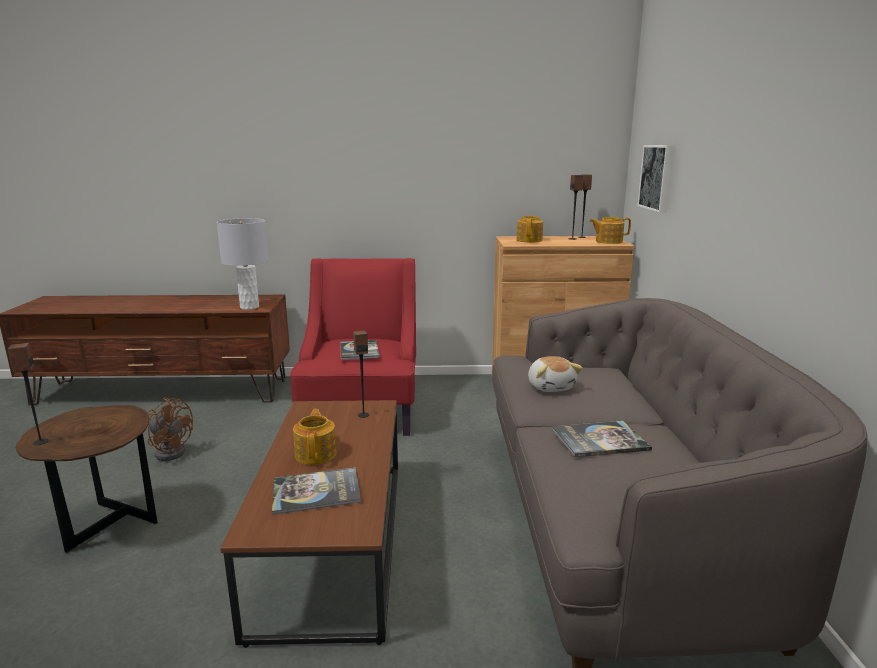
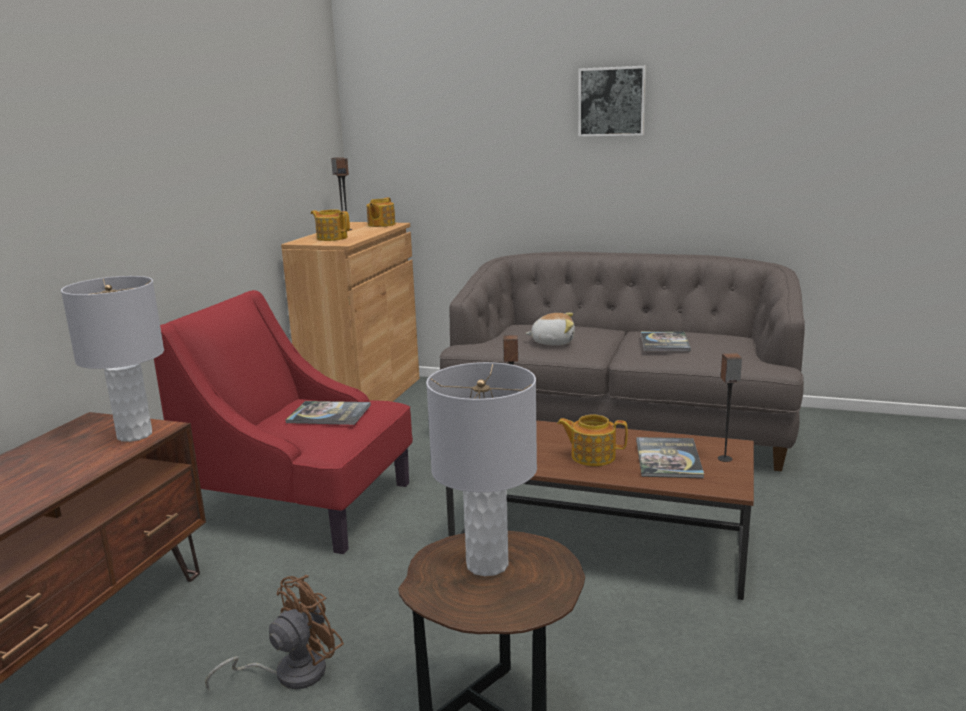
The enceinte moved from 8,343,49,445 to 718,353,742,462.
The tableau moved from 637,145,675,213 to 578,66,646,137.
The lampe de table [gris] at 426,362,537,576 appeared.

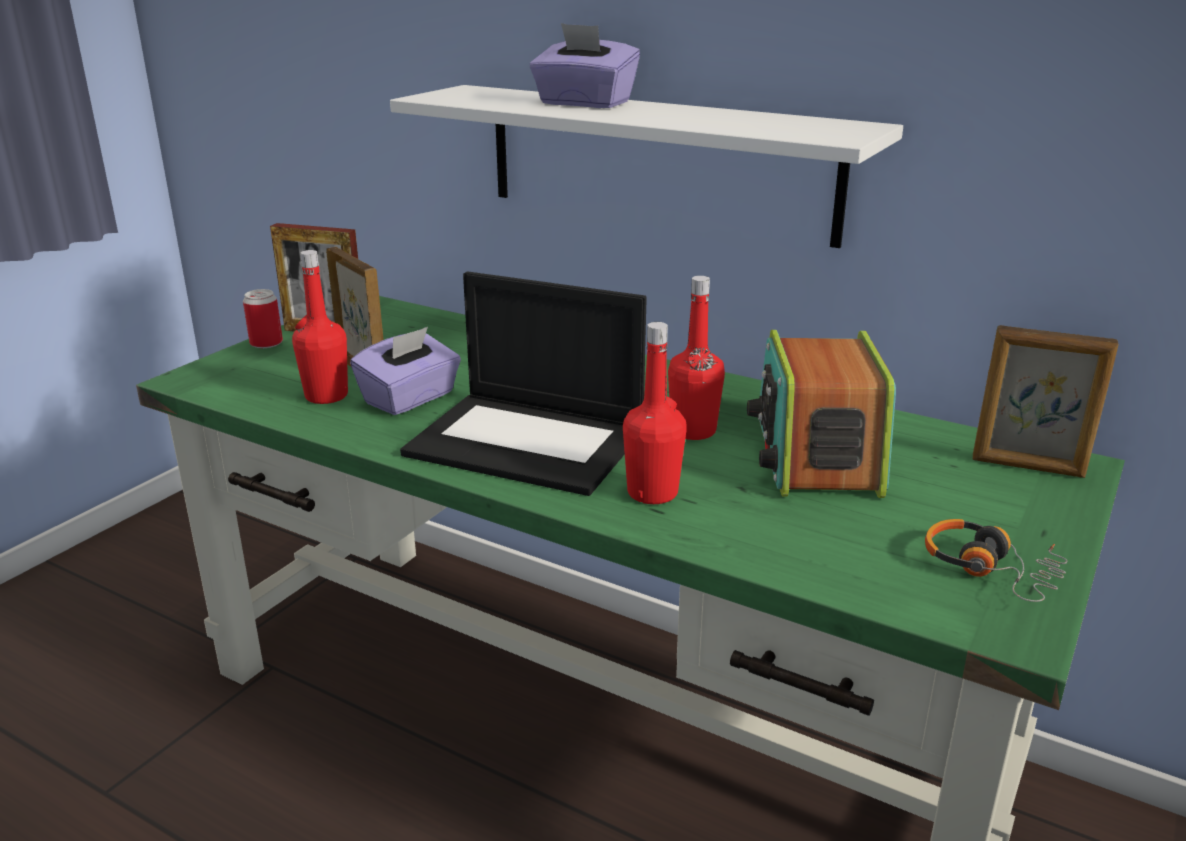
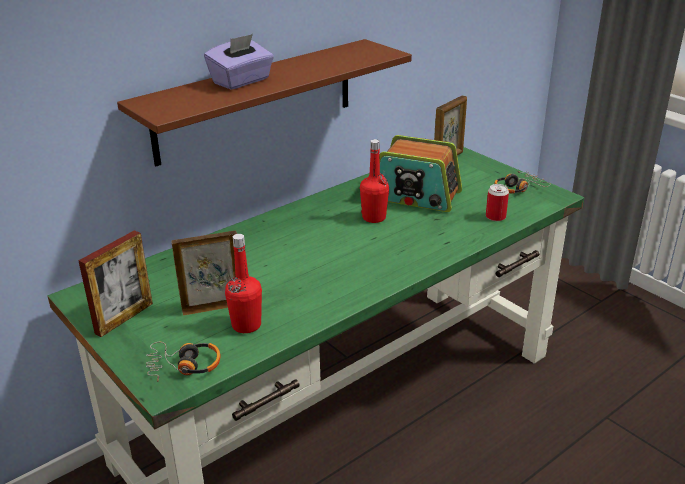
The boîte métallique moved from 243,289,283,348 to 486,184,509,221.
The boîte à mouchoirs [violet] at 350,327,461,415 disappeared.
The étagère [blanc] at 390,85,903,248 became the étagère [marron] at 117,39,412,166.
The ordinateur portable at 400,271,647,496 disappeared.
The bouteille [rouge] at 623,322,687,504 disappeared.
The casque audio at 146,342,220,382 appeared.

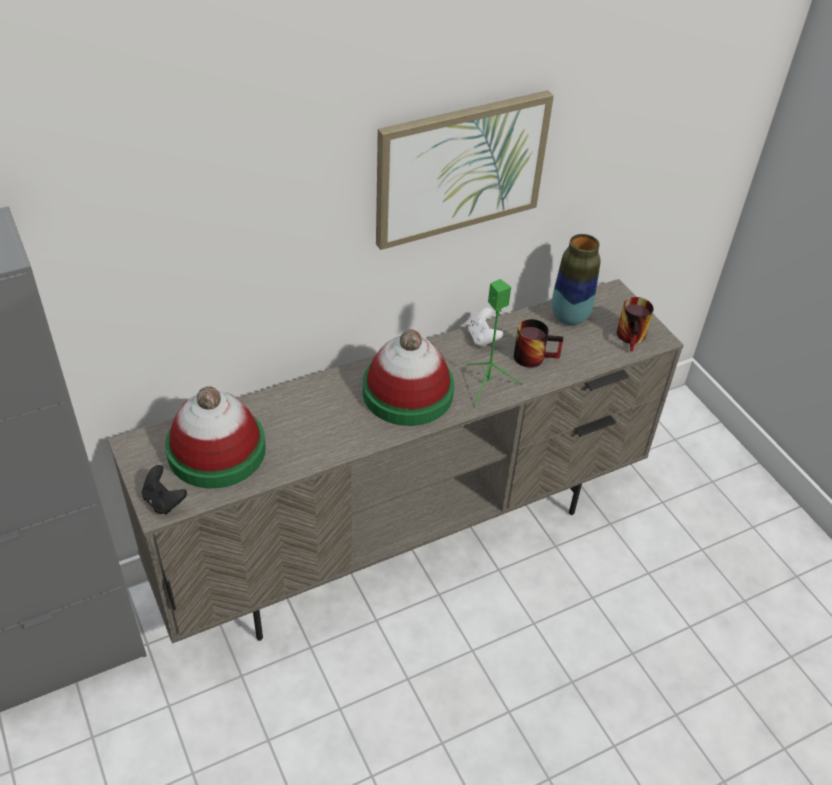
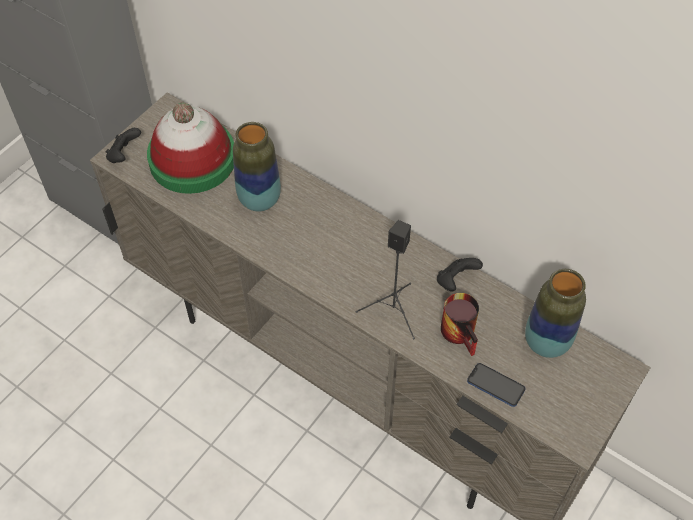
The chapeau at 363,330,454,426 disappeared.
The tableau at 376,90,554,250 disappeared.
The enceinte [vert] at 467,279,523,408 became the enceinte [noir] at 356,220,415,340.
The manette [blanc] at 468,308,504,348 became the manette [noir] at 437,258,483,291.
The mug at 617,297,654,352 disappeared.
The vase at 233,122,281,212 appeared.
The téléphone at 467,363,525,407 appeared.

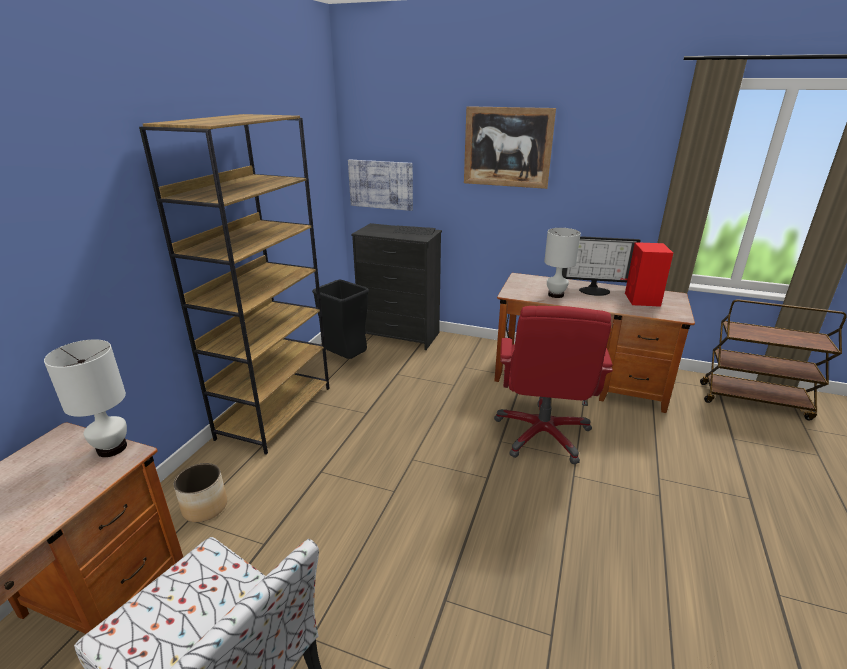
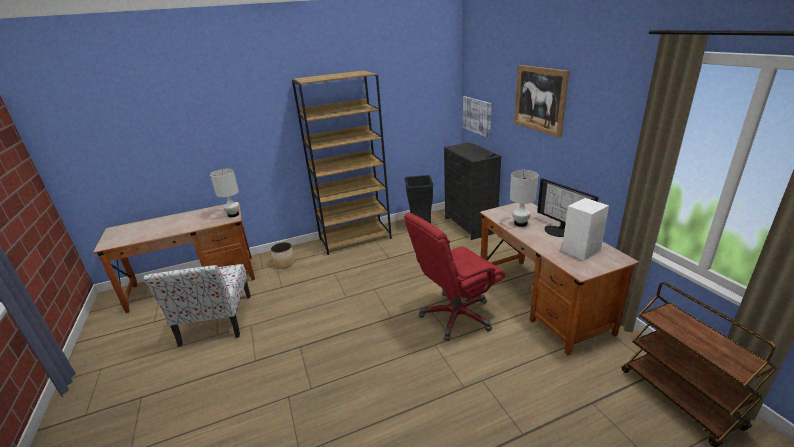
The enceinte [rouge] at 625,242,673,307 became the enceinte [blanc] at 562,198,609,260.

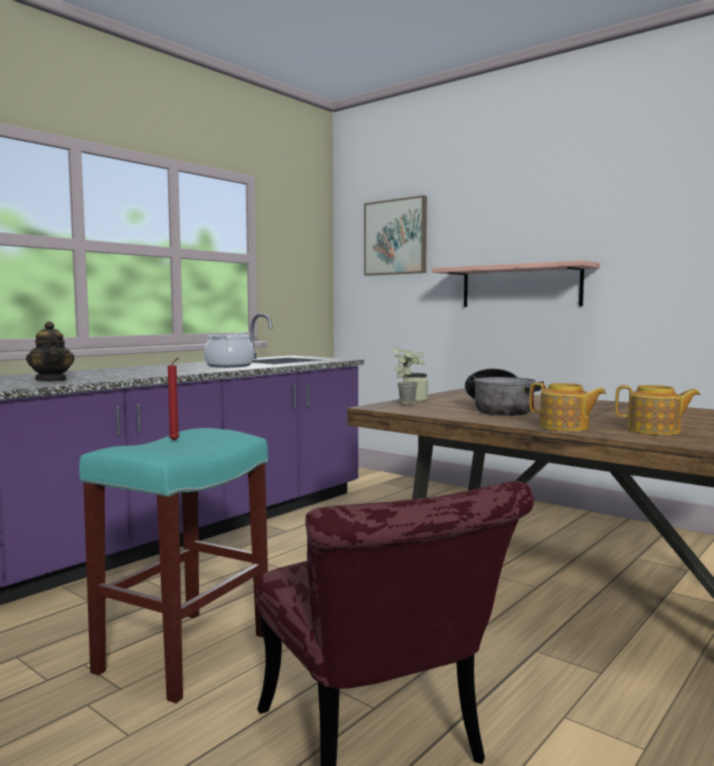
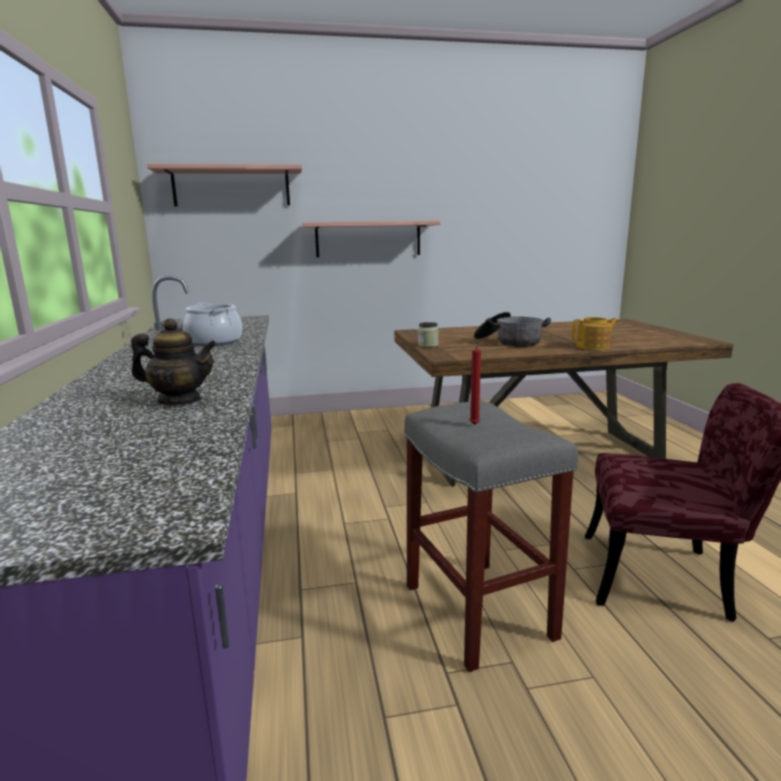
The tabouret [turquoise] at 79,428,268,703 became the tabouret [gris] at 404,402,578,672.
The tableau at 364,195,427,276 was replaced by the étagère at 147,164,302,206.
The plante en pot at 392,347,425,405 disappeared.
The théière at 615,385,701,435 disappeared.

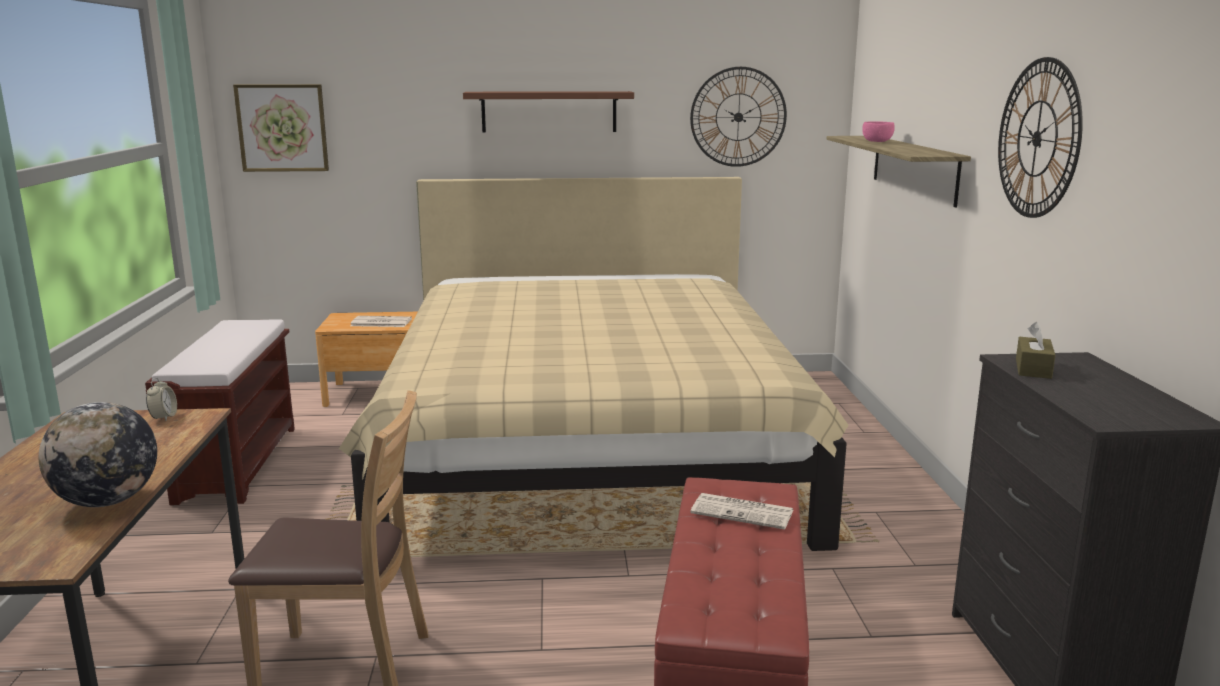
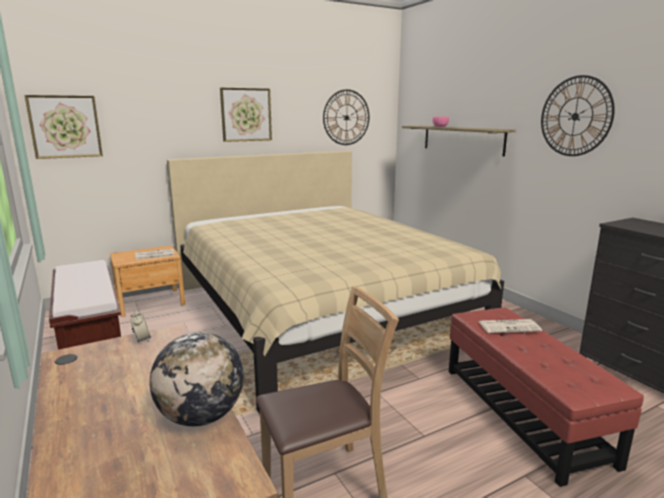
The étagère at 463,91,634,133 was replaced by the tableau at 220,88,272,142.
The boîte à mouchoirs [marron] at 1016,322,1056,379 disappeared.

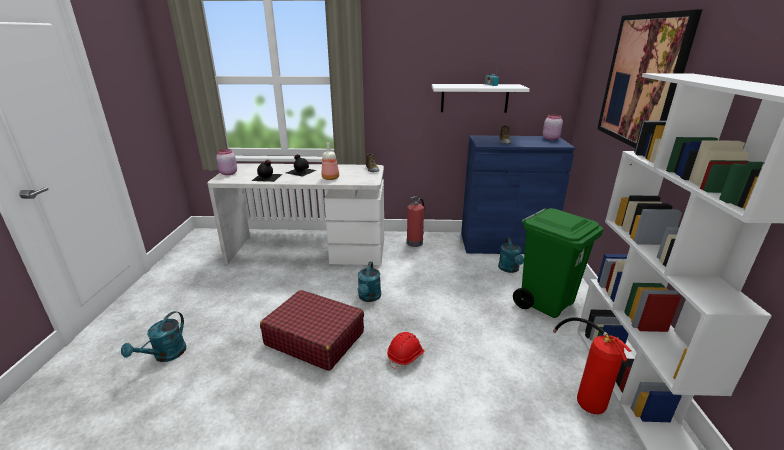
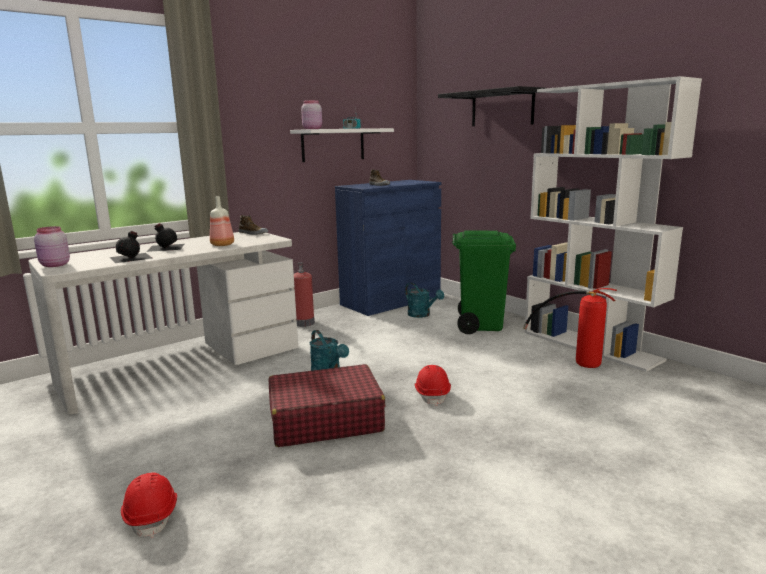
The arrosoir [turquoise] at 121,311,186,362 was replaced by the casque de chantier [rouge] at 121,473,177,538.
The bocal [rose] moved from 543,114,563,140 to 301,100,322,129.
The tableau at 597,10,702,148 was replaced by the étagère [noir] at 438,86,546,126.

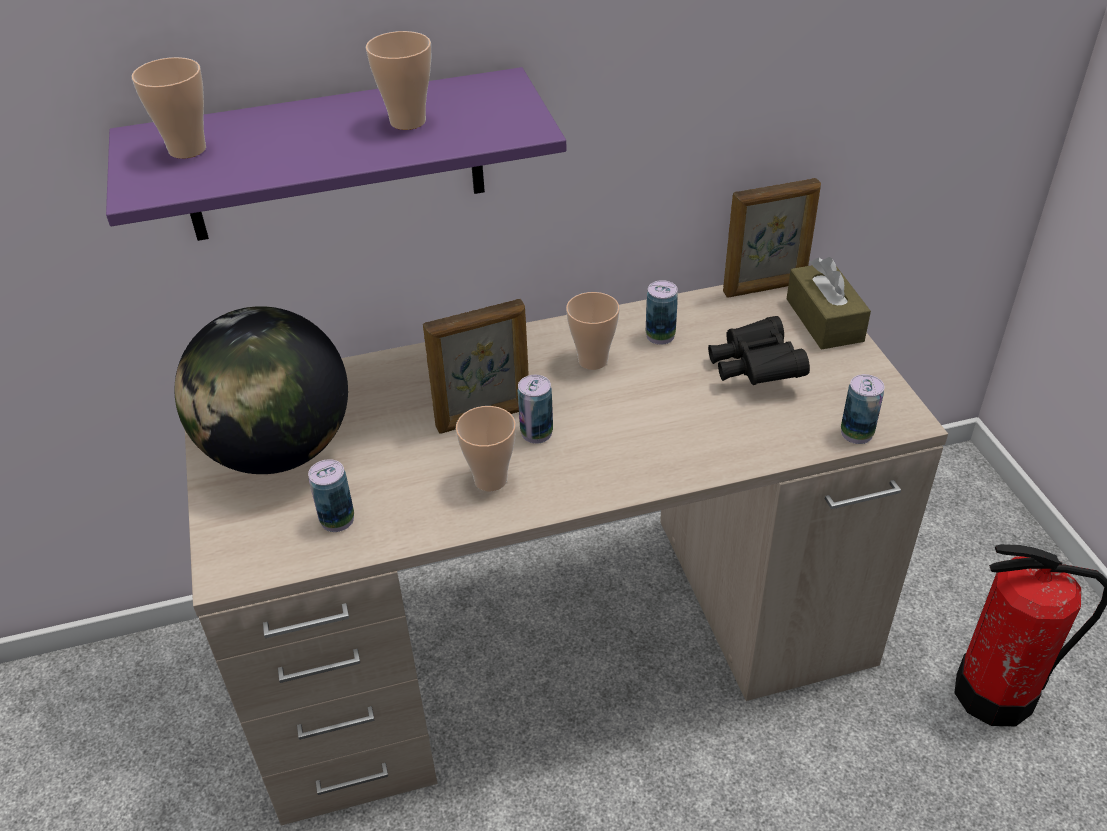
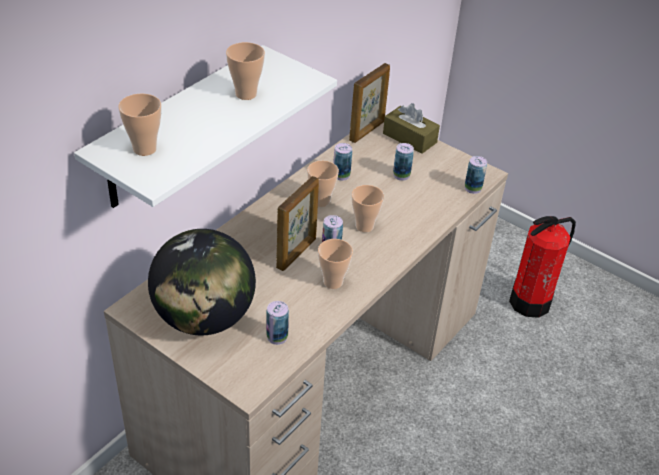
The étagère [violet] at 106,67,566,241 became the étagère [blanc] at 74,45,337,208.
The jumelles [noir] at 708,316,810,385 was replaced by the boîte métallique at 393,143,414,181.
The tasse at 352,185,384,232 appeared.

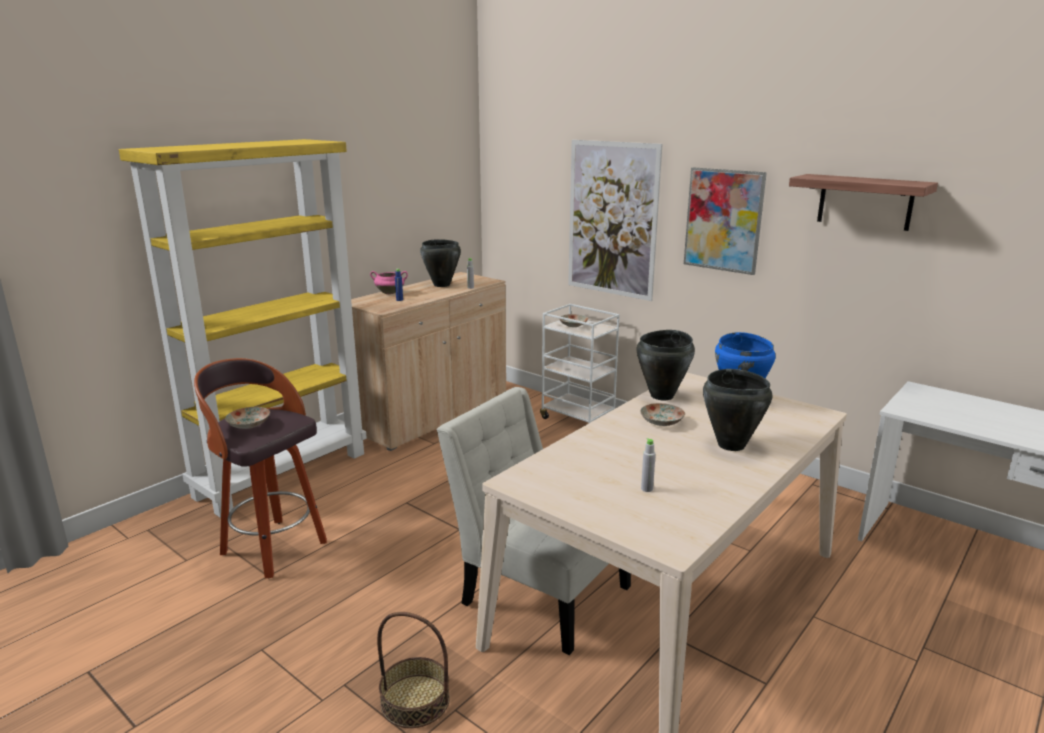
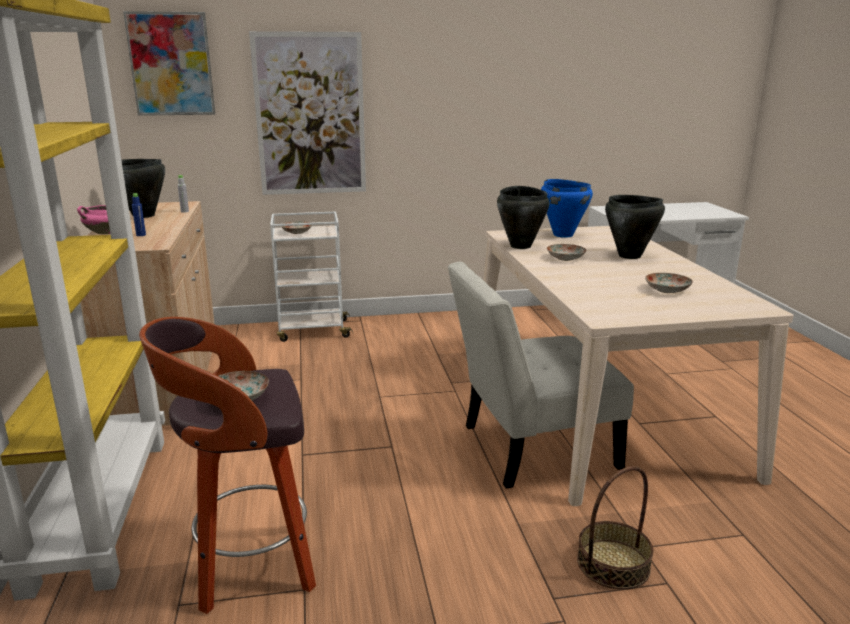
The bouteille [gris] at 641,438,656,492 was replaced by the assiette at 645,273,693,293.
The tableau moved from 684,167,767,275 to 123,11,215,116.
The étagère at 789,174,938,231 disappeared.

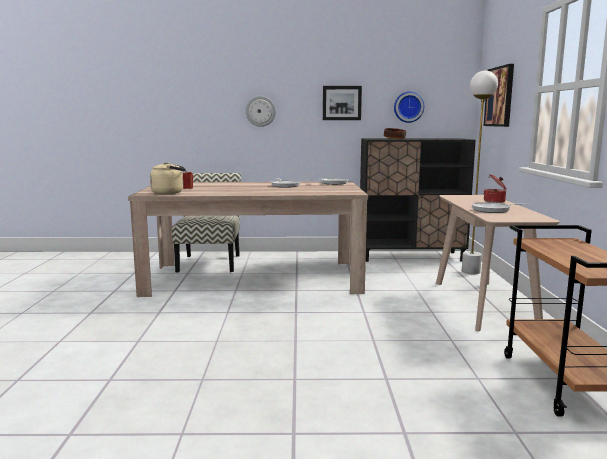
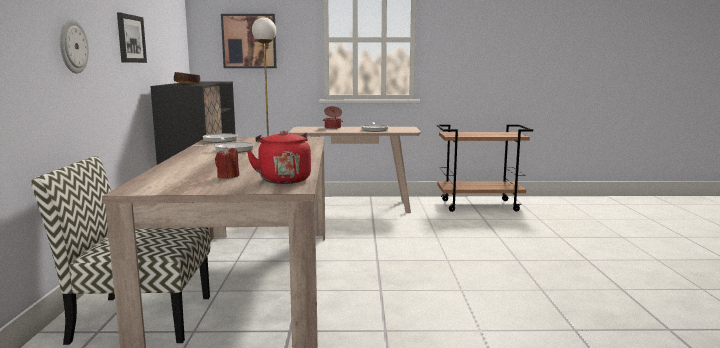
The bouilloire [beige] at 150,162,186,194 became the bouilloire [rouge] at 247,130,311,184.
The horloge murale at 394,91,424,123 disappeared.

